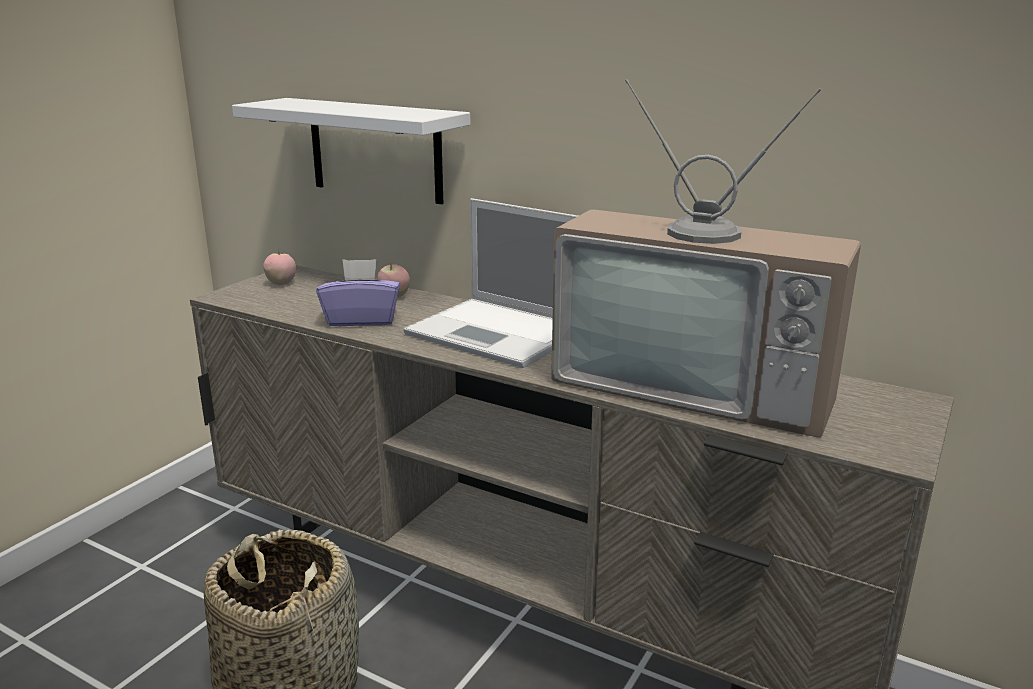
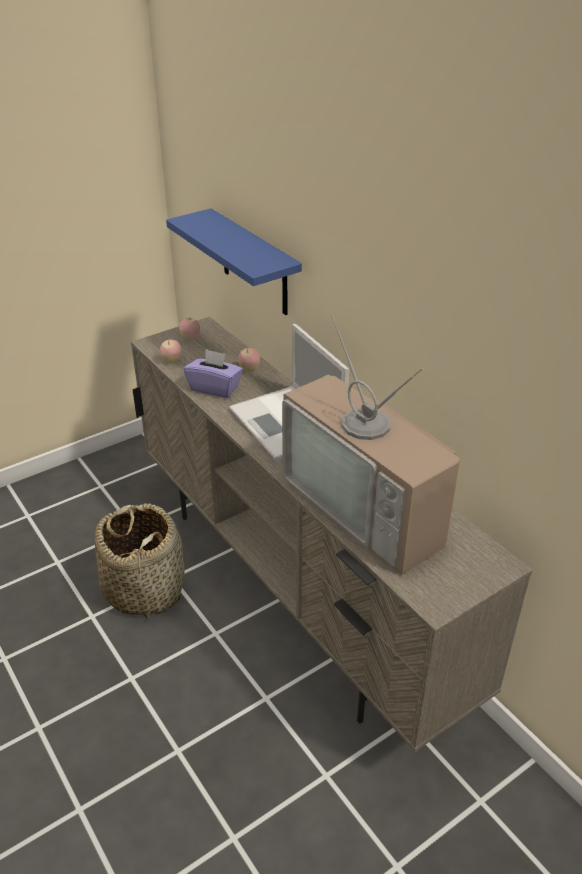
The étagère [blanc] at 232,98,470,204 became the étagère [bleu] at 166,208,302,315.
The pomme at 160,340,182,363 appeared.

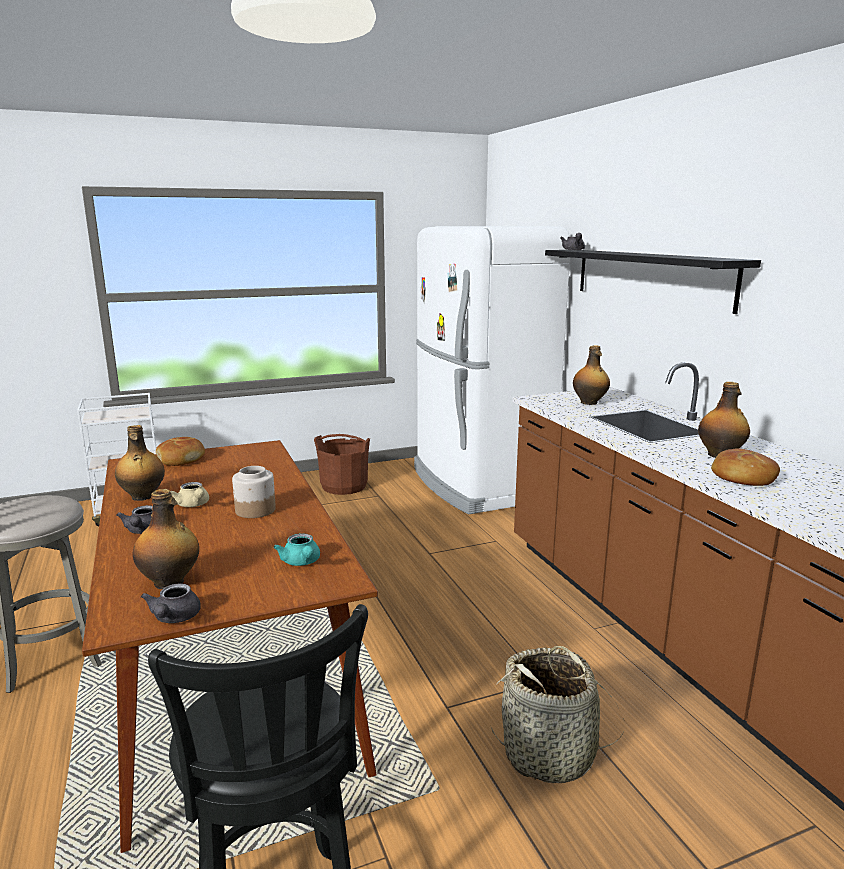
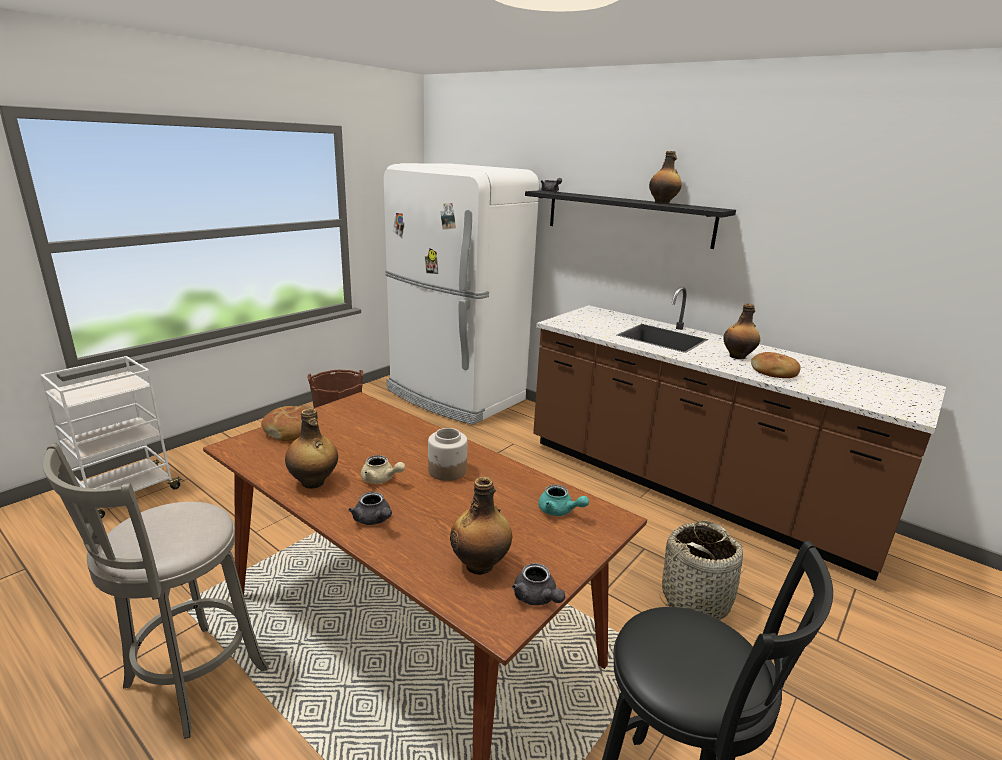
The bouteille moved from 573,346,610,405 to 649,151,682,204.

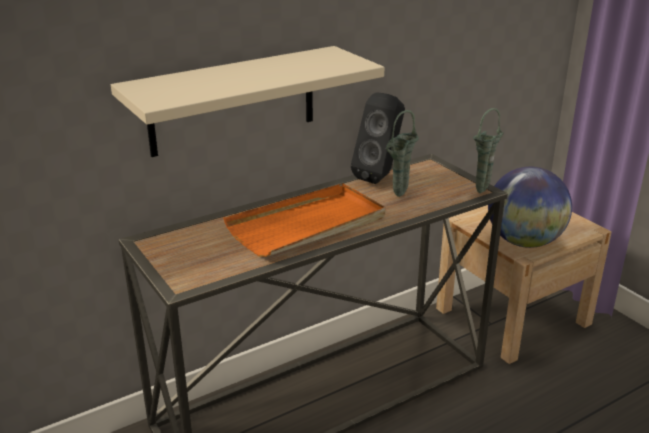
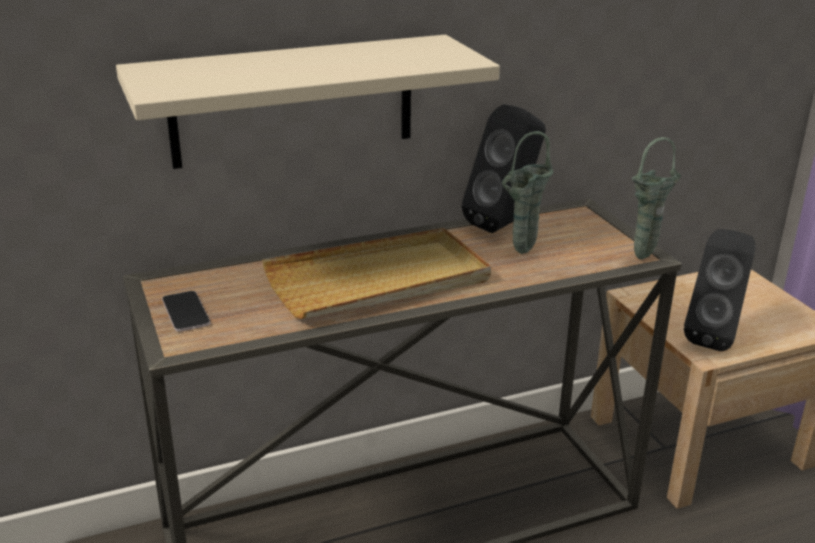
The plateau [orange] at 223,183,385,257 became the plateau [beige] at 262,228,491,319.
The globe at 488,167,572,248 was replaced by the enceinte [noir] at 684,229,756,351.
The téléphone at 162,291,210,332 appeared.

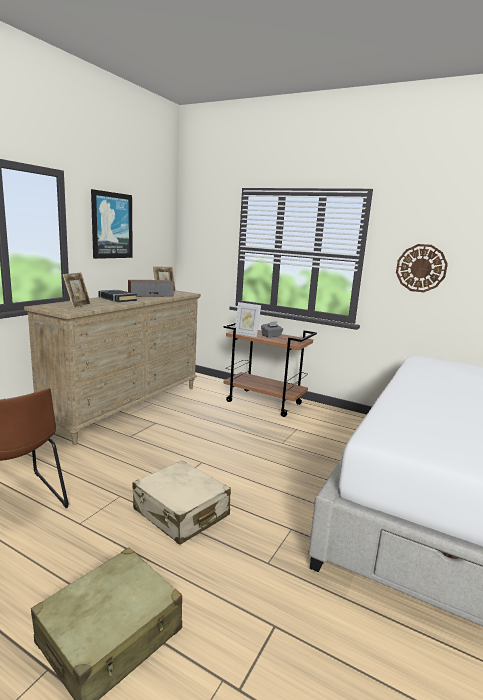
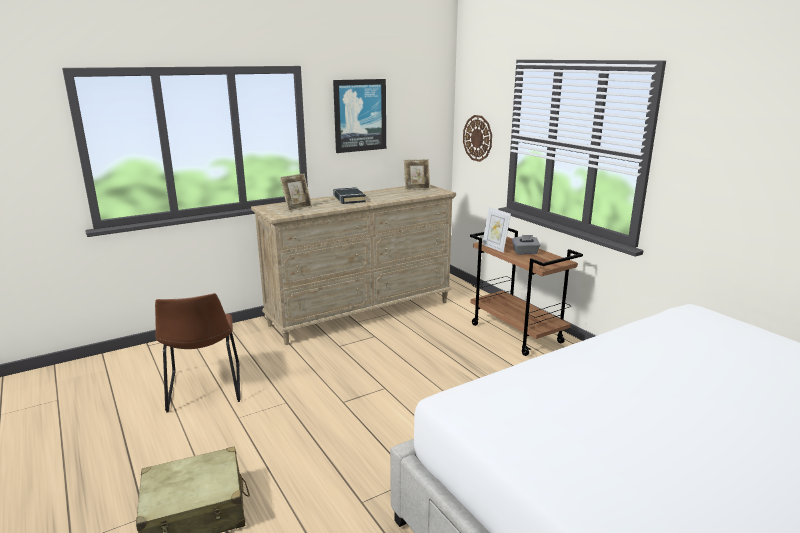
The enceinte at 128,280,174,297 disappeared.
The valise [beige] at 132,460,231,545 disappeared.
The horloge murale moved from 396,244,448,292 to 463,115,492,162.

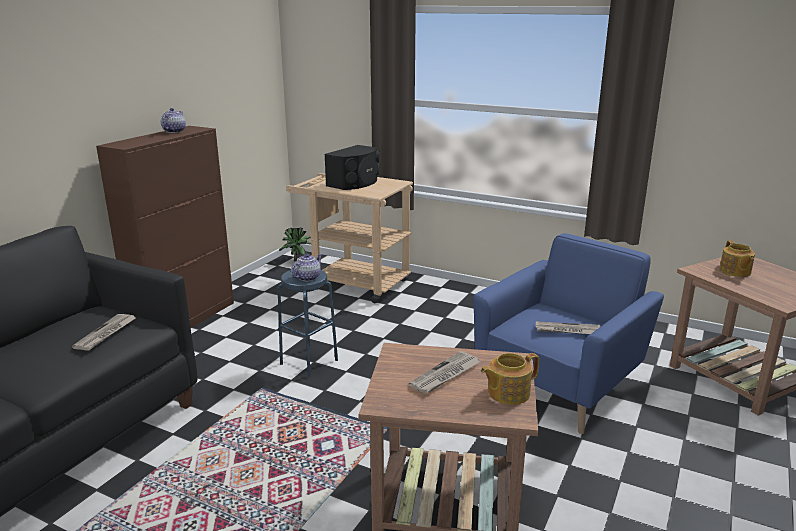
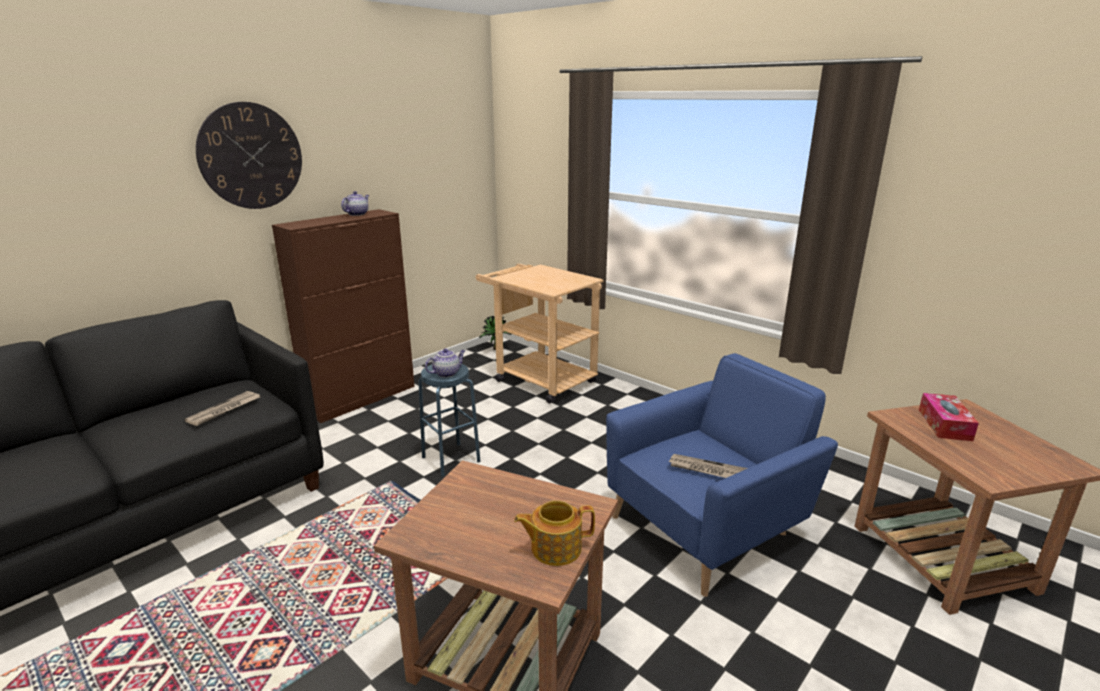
The enceinte [noir] at 324,145,380,190 disappeared.
The journal at 409,351,480,394 disappeared.
The théière at 719,240,755,277 was replaced by the boîte à mouchoirs at 919,393,979,441.
The horloge murale at 196,102,302,209 appeared.

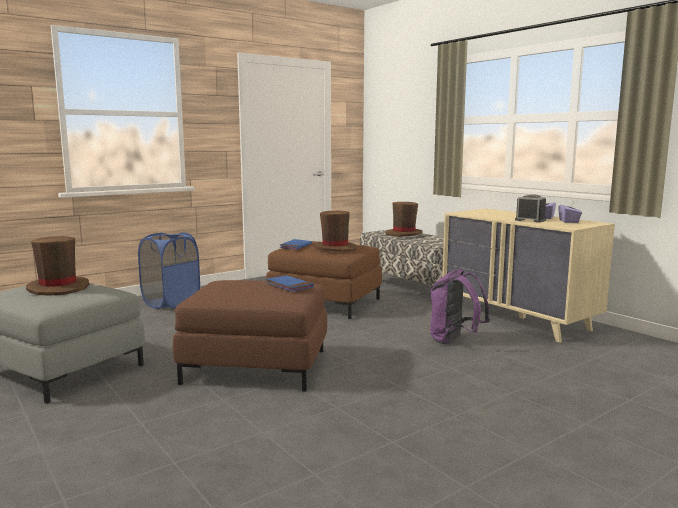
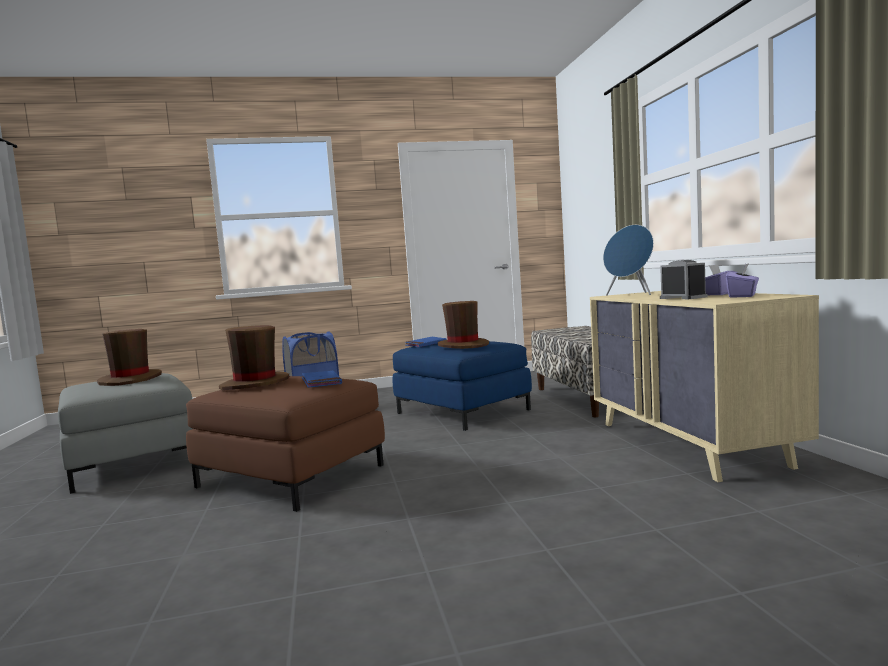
The pouf [marron] at 266,241,382,319 became the pouf [bleu] at 393,341,532,431.
The chapeau [marron] moved from 385,202,423,237 to 219,325,289,390.
The sac à dos [violet] at 430,269,490,344 disappeared.
The enceinte [bleu] at 603,225,654,296 appeared.

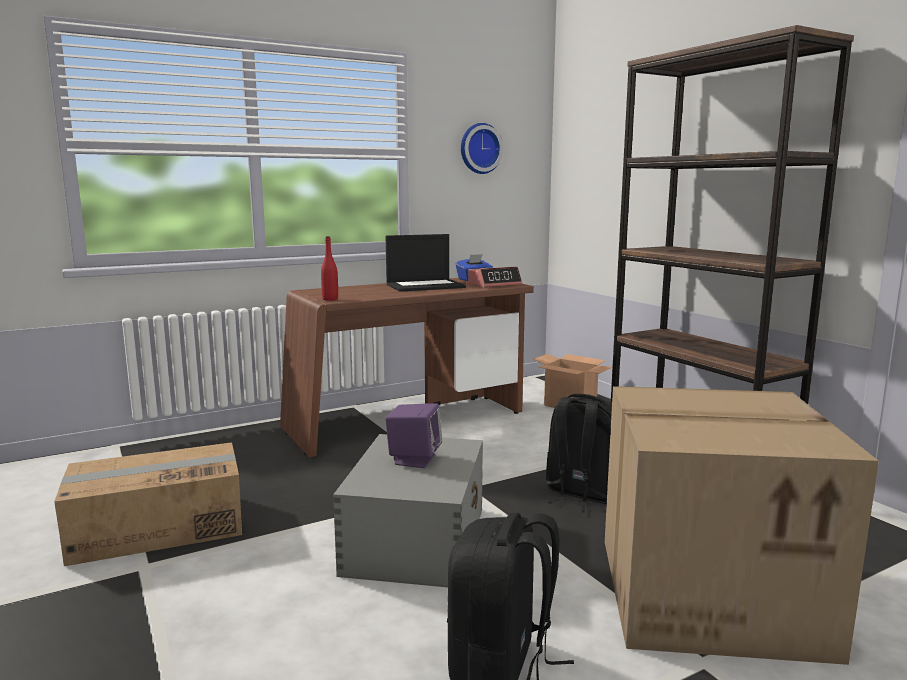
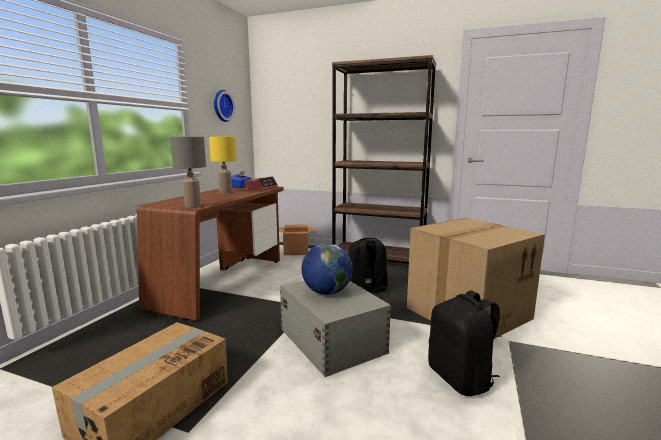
The bouteille [rouge] at 321,236,338,301 was replaced by the lampe de table [gris] at 170,137,206,208.
The enceinte [violet] at 385,404,442,468 was replaced by the globe at 302,243,352,295.
The ordinateur portable at 386,234,466,292 was replaced by the lampe de table [jaune] at 209,137,237,194.

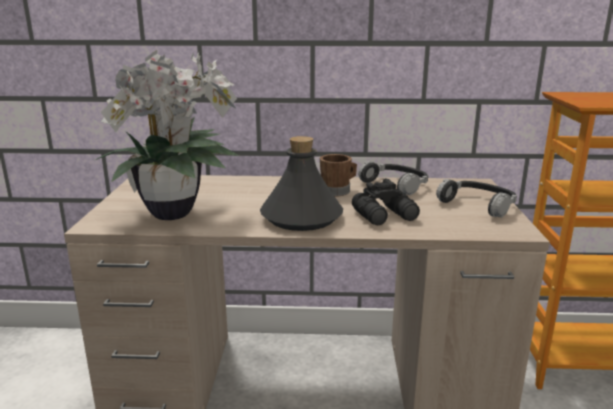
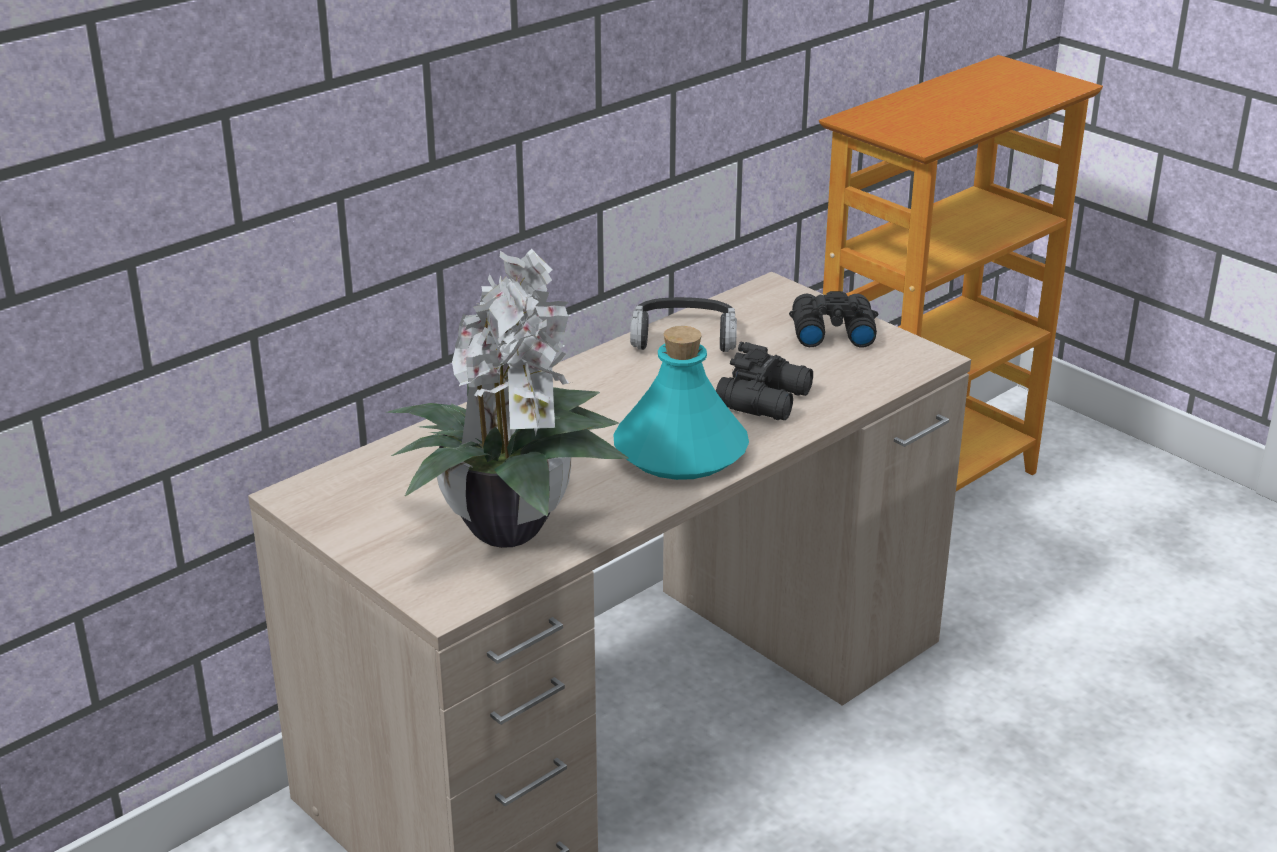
The bouteille [gris] at 260,136,343,231 became the bouteille [turquoise] at 613,326,749,480.
The mug [marron] at 320,154,357,197 disappeared.
The casque audio at 436,179,517,218 was replaced by the jumelles [noir] at 789,291,878,348.

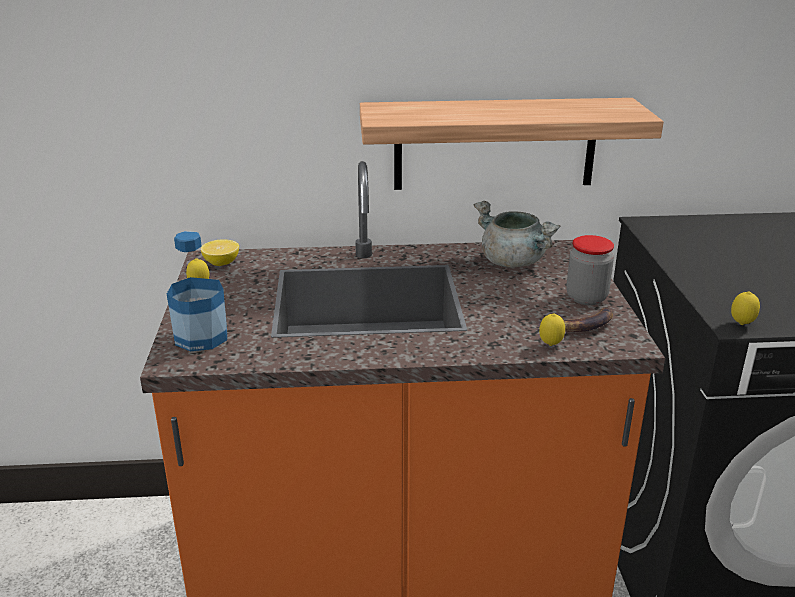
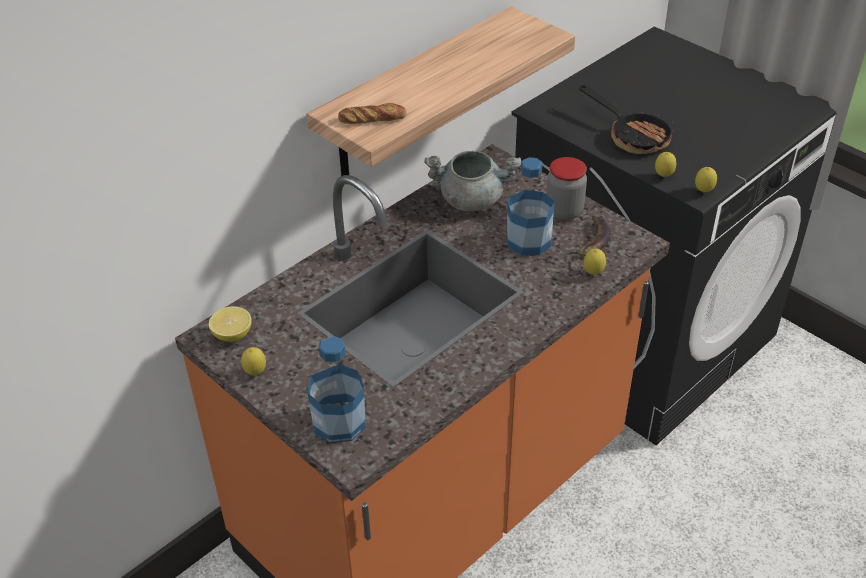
The pain at 338,103,407,124 appeared.
The bouteille at 507,157,554,255 appeared.
The poêle at 579,85,674,154 appeared.
The citron at 655,152,676,177 appeared.

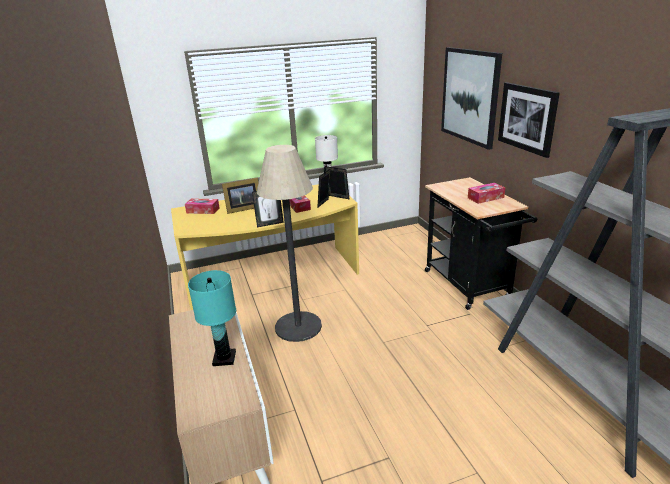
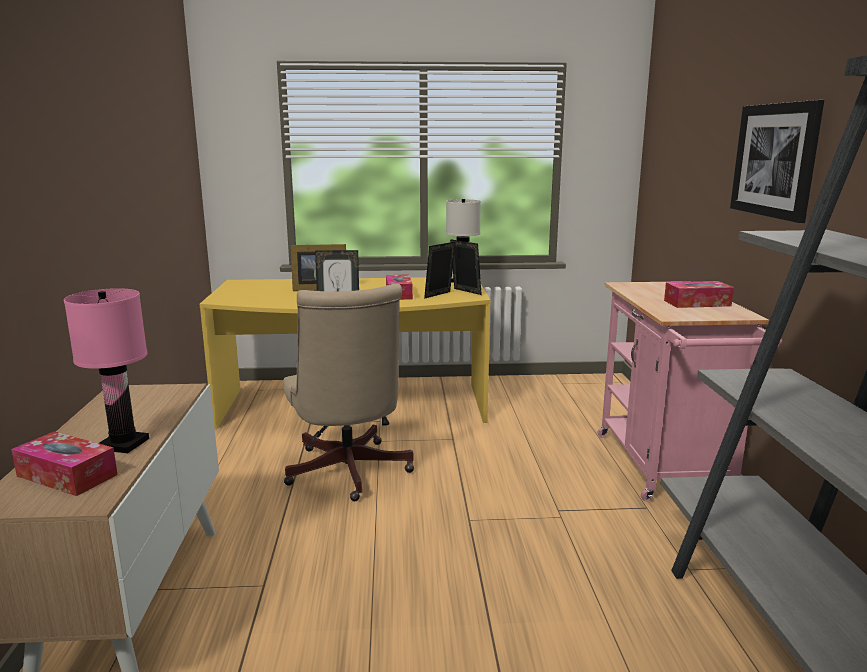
The boîte à mouchoirs moved from 185,198,220,214 to 11,431,118,496.
The lampe de table [turquoise] at 188,270,236,366 became the lampe de table [rose] at 64,288,149,453.
The lampadaire at 257,145,322,342 was replaced by the chaise de bureau [beige] at 283,284,414,501.
The chariot [noir] at 425,177,537,310 became the chariot [rose] at 597,281,782,501.
The tableau at 441,47,502,150 disappeared.

